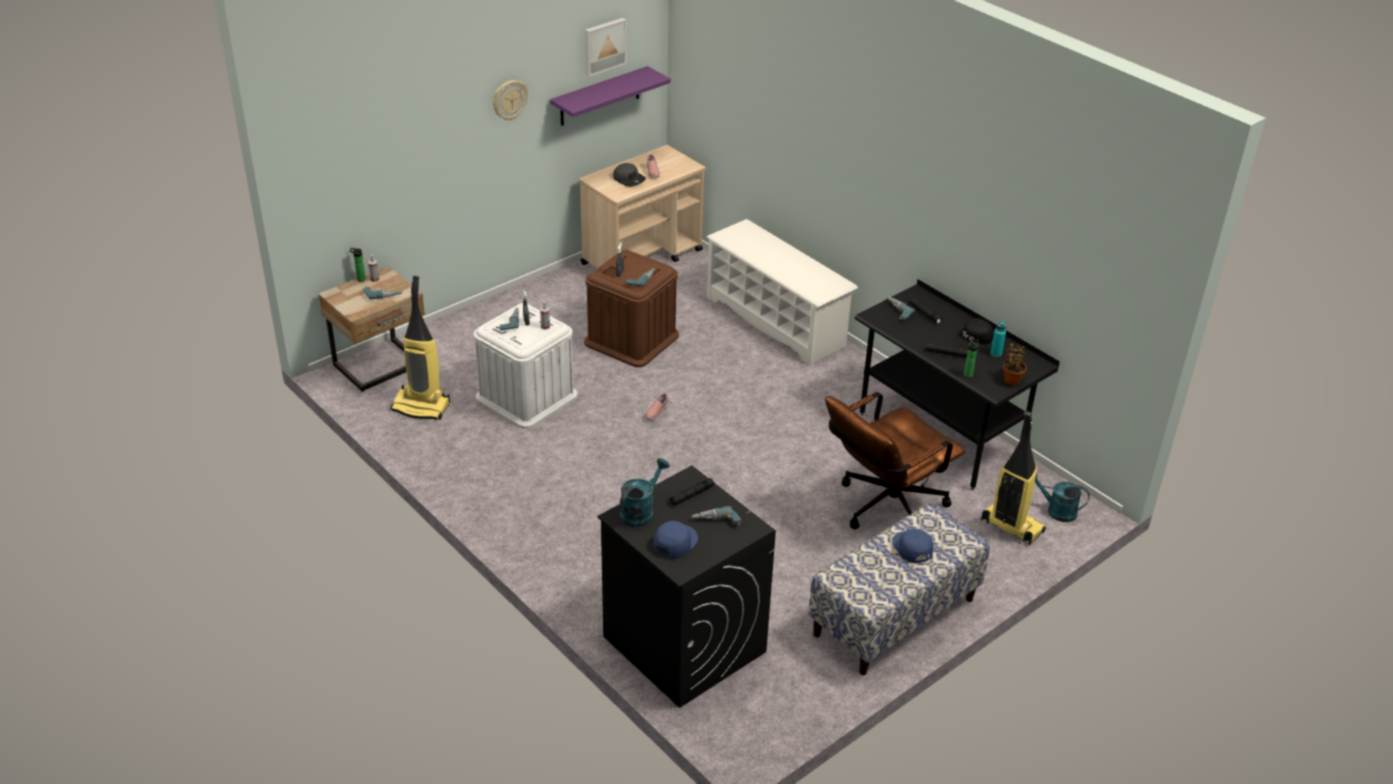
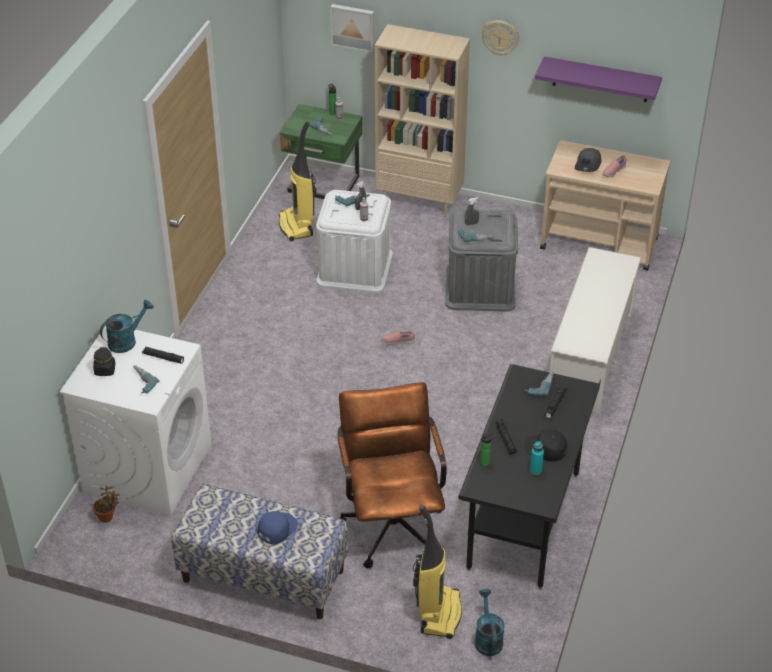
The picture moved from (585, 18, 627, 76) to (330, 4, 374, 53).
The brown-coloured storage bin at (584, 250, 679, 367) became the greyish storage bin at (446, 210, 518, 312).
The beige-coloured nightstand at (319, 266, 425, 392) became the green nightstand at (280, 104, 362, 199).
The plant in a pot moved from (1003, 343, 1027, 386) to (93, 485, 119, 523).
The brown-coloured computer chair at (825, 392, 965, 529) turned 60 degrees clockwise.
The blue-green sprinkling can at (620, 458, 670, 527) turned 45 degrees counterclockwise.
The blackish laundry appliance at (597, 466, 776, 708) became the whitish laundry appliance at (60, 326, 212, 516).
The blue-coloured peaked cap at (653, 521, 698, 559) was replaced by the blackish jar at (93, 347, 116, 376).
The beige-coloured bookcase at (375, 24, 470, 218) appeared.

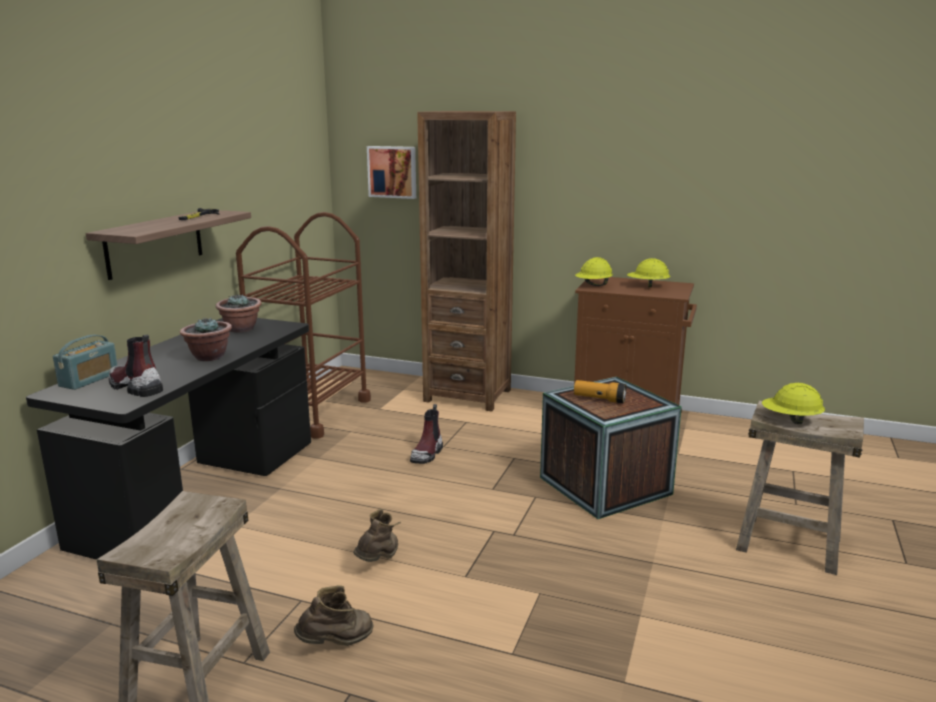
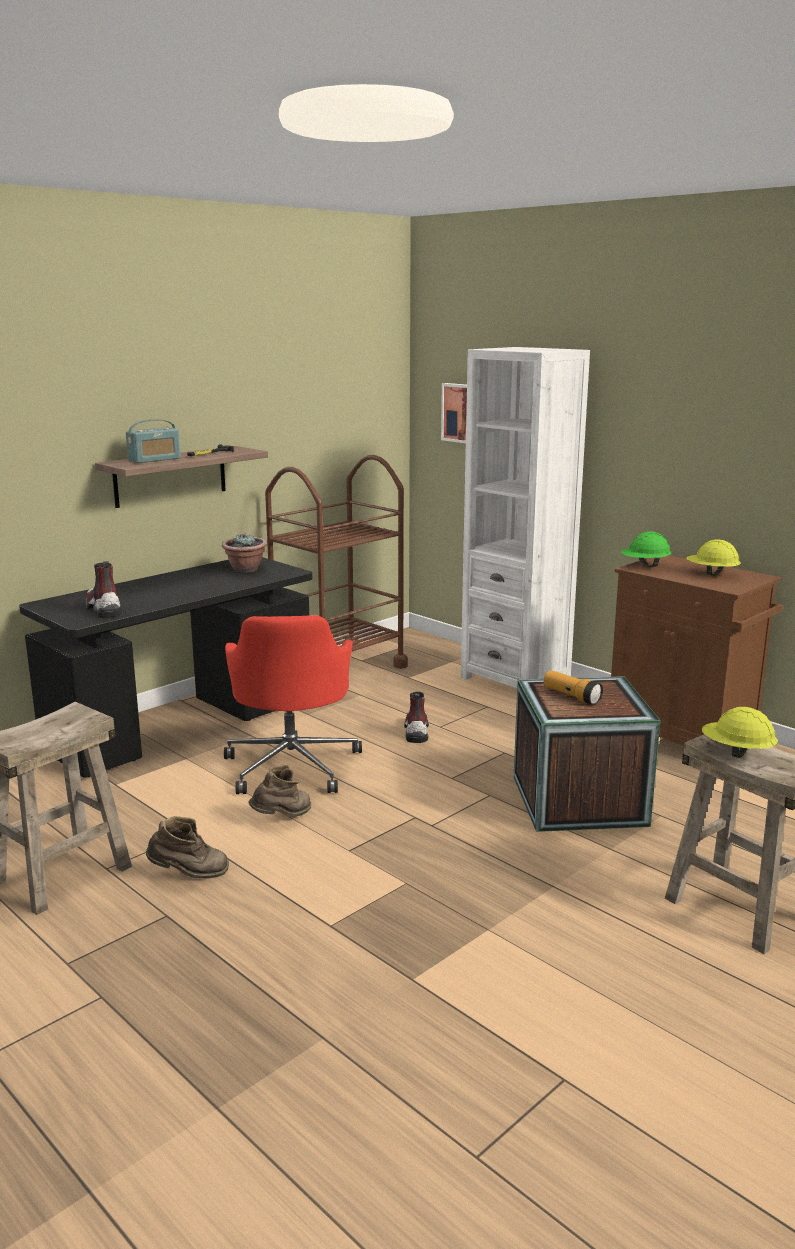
The brown-coloured bookcase at (417, 111, 516, 412) became the whitish bookcase at (461, 347, 590, 688).
The yellowish safety helmet at (575, 257, 613, 286) became the green safety helmet at (621, 531, 671, 567).
The plant in a pot at (180, 318, 232, 361) disappeared.
The radio moved from (53, 335, 118, 390) to (126, 419, 181, 463).
The tall boot at (410, 404, 443, 464) turned 135 degrees clockwise.
The red-coloured computer chair at (224, 615, 362, 794) appeared.

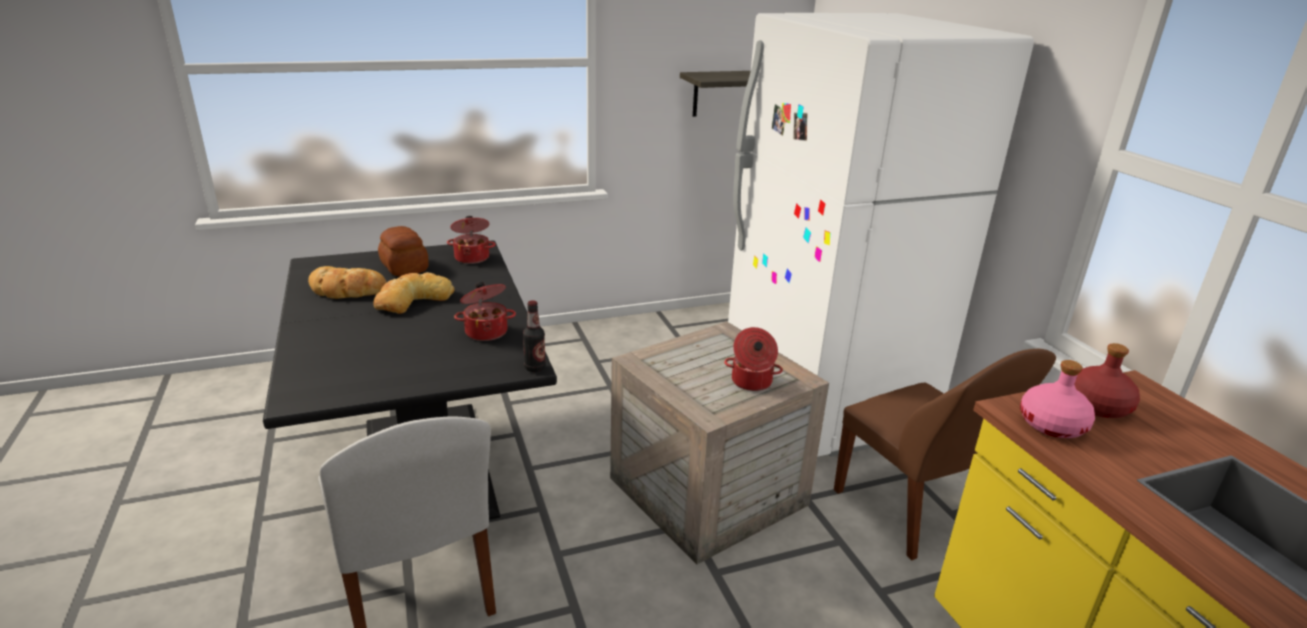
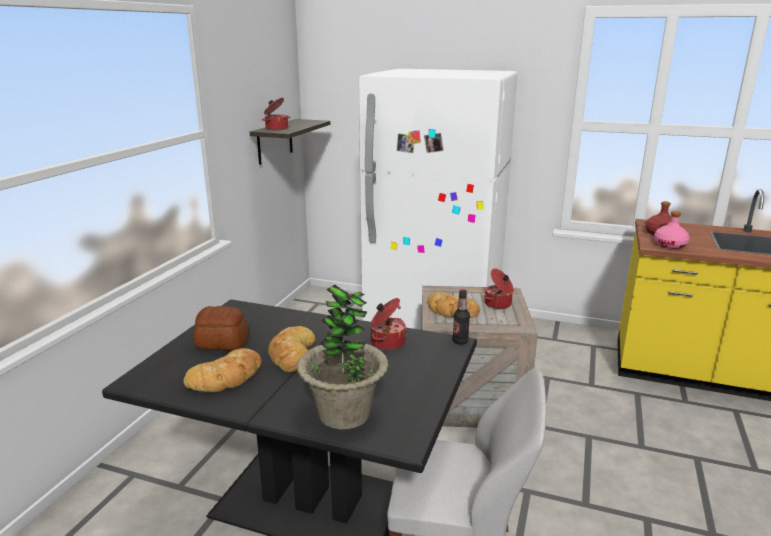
The stockpot moved from (447, 216, 495, 264) to (262, 98, 290, 130).
The brown-coloured chair at (834, 349, 1056, 560) disappeared.
The plant in a pot at (297, 285, 388, 429) appeared.
The baked bread at (427, 292, 480, 318) appeared.

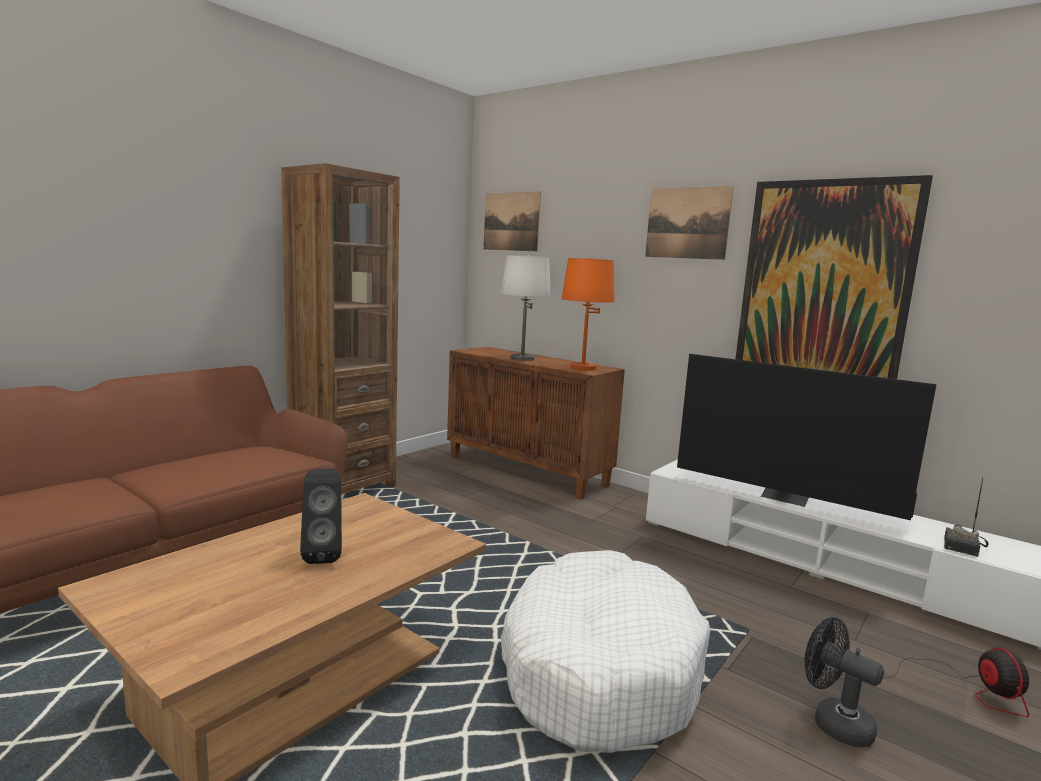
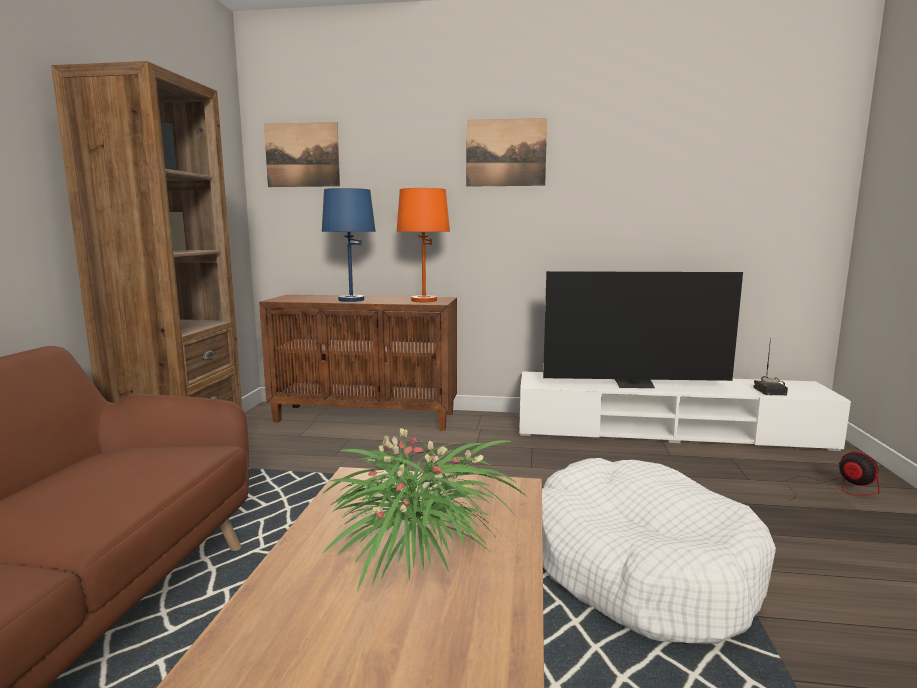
The picture at (736, 175, 933, 379) disappeared.
The whitish lamp for a table at (501, 255, 551, 361) became the blue-coloured lamp for a table at (322, 188, 376, 302).
The blackish audio speaker at (300, 468, 342, 564) was replaced by the plant in a pot at (322, 428, 526, 592).
The blackish electric fan at (804, 617, 884, 748) disappeared.

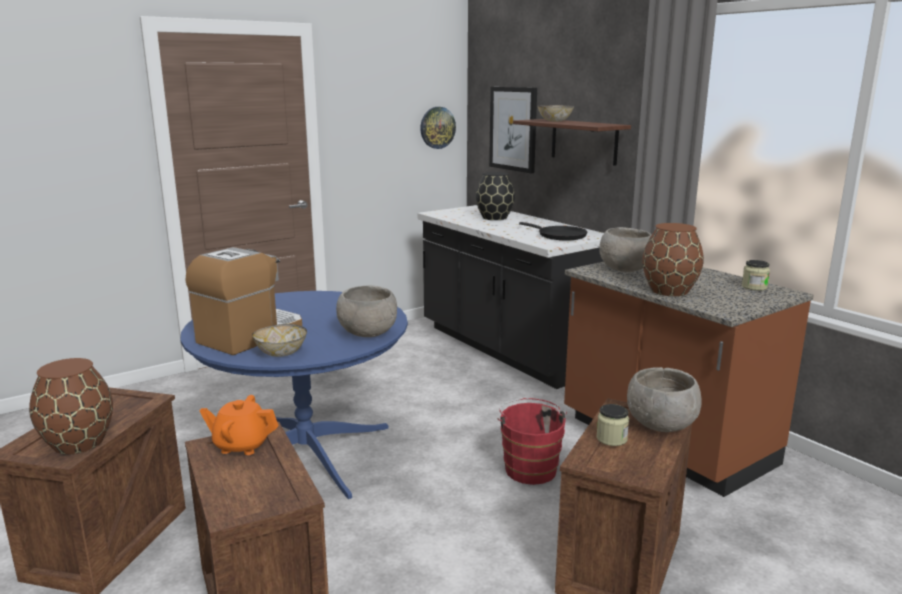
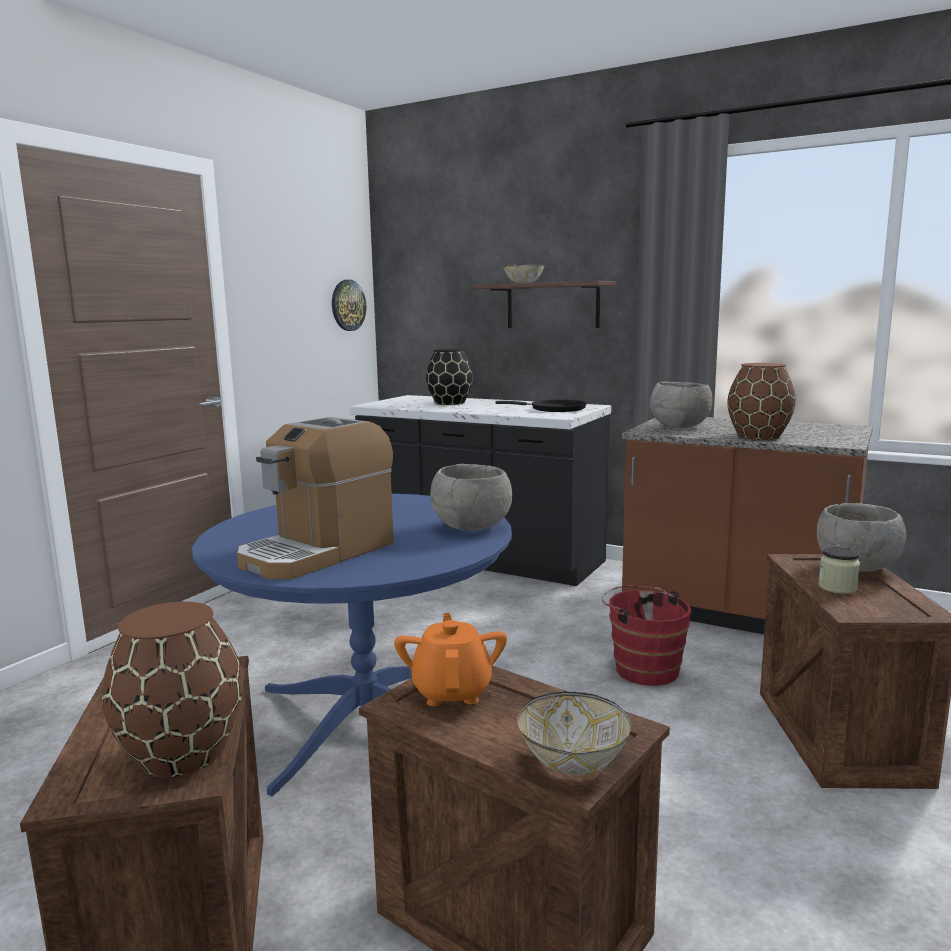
The picture at (489, 87, 537, 173) disappeared.
The coffee maker at (185, 247, 302, 355) turned 150 degrees counterclockwise.
The jar at (742, 260, 770, 291) disappeared.
The deep dish moved from (252, 324, 307, 357) to (517, 691, 632, 775).
The orangey pot for tea at (199, 395, 279, 455) turned 105 degrees clockwise.

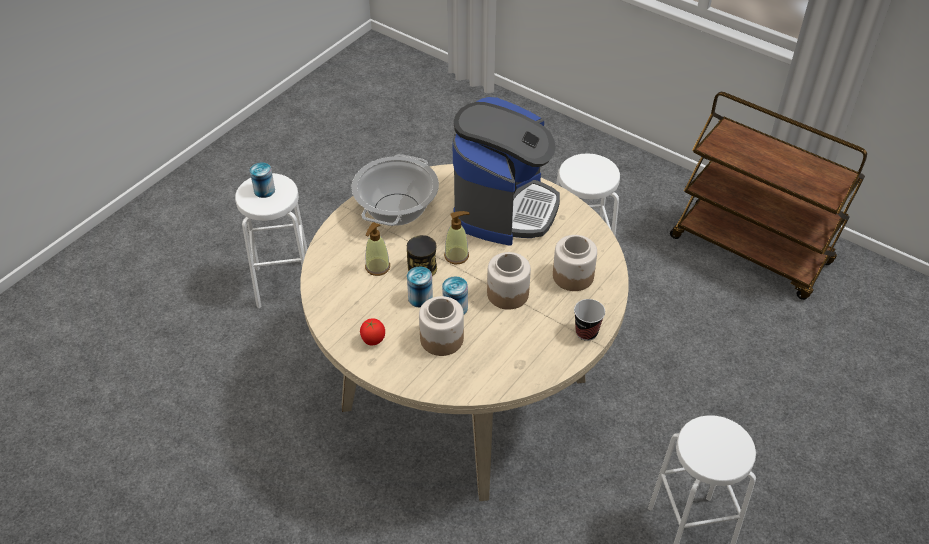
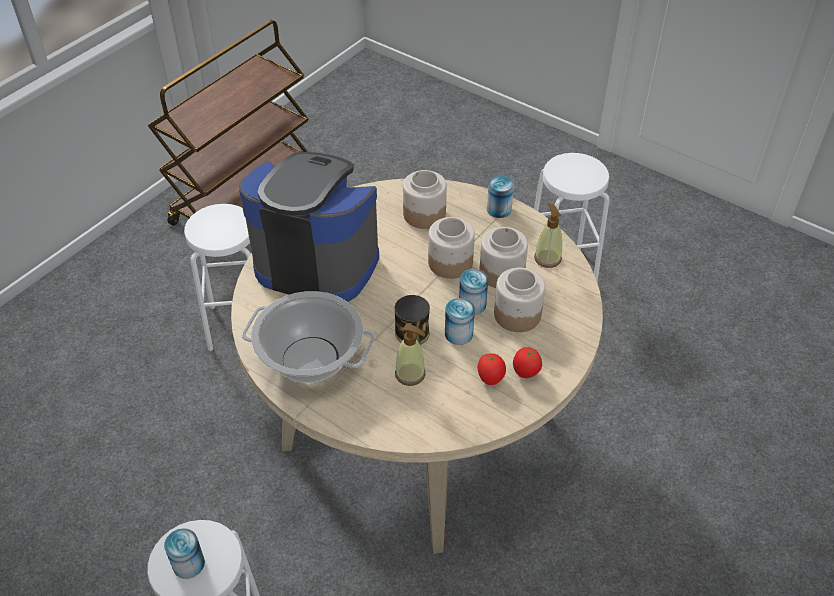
The soap dispenser moved from (444, 211, 470, 264) to (534, 203, 562, 268).
The drinking cup at (574, 299, 605, 341) was replaced by the sealed can at (487, 176, 514, 218).
The jar at (479, 227, 528, 288) appeared.
The tomato at (478, 353, 506, 385) appeared.

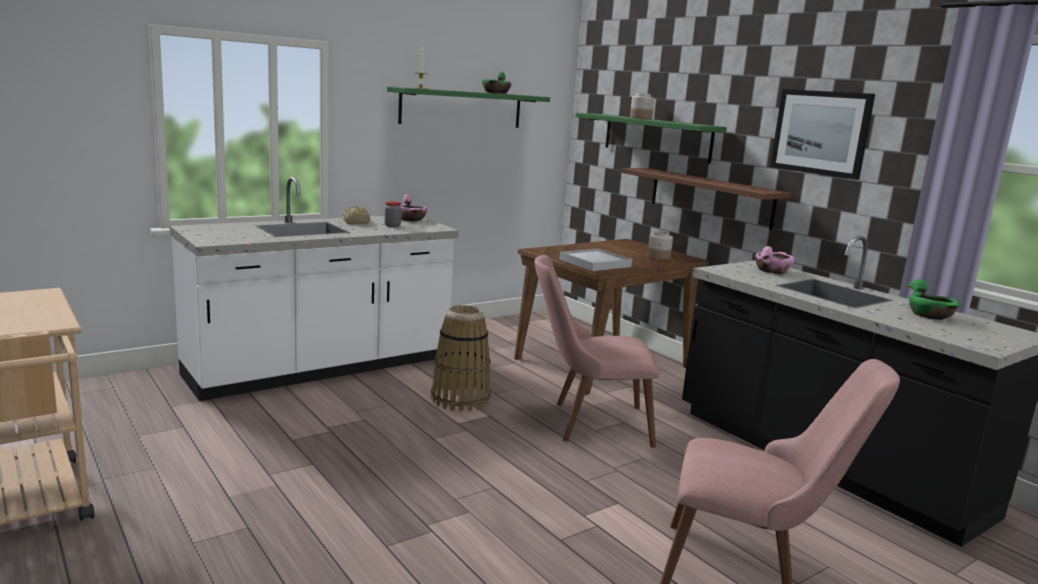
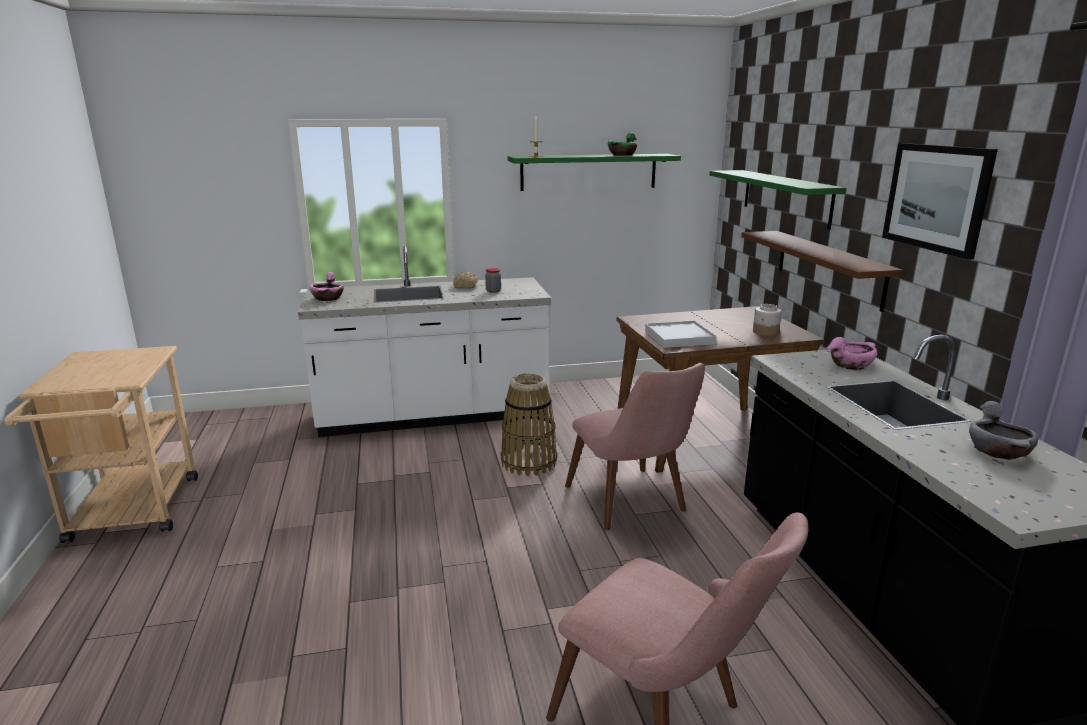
The jar at (630, 93, 654, 119) disappeared.
The pink deep dish moved from (400, 195, 427, 221) to (309, 272, 344, 301).
The pink chair at (535, 255, 659, 448) turned 135 degrees counterclockwise.
The green deep dish at (907, 279, 961, 320) became the greyish deep dish at (969, 401, 1038, 460).

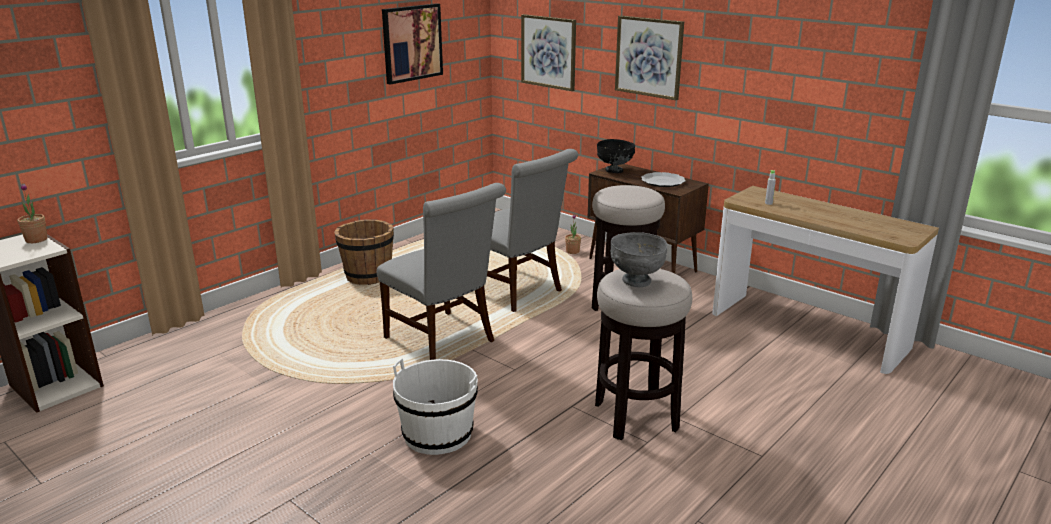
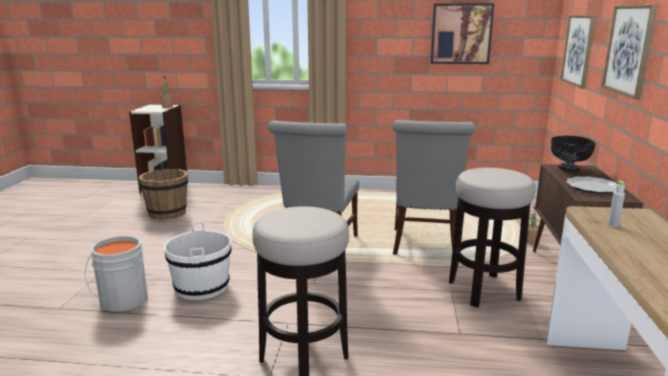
The brown-coloured water bucket moved from (334, 219, 394, 285) to (138, 169, 188, 219).
The greyish deep dish at (610, 232, 667, 287) disappeared.
The greyish water bucket at (85, 236, 148, 312) appeared.

